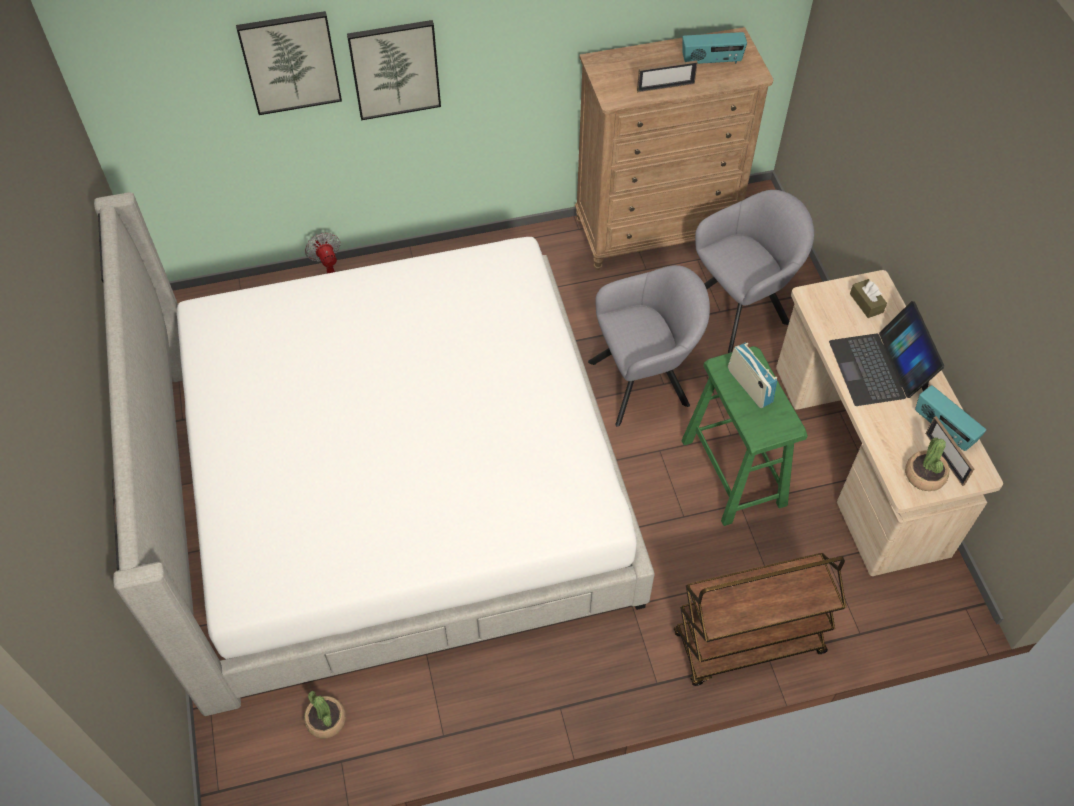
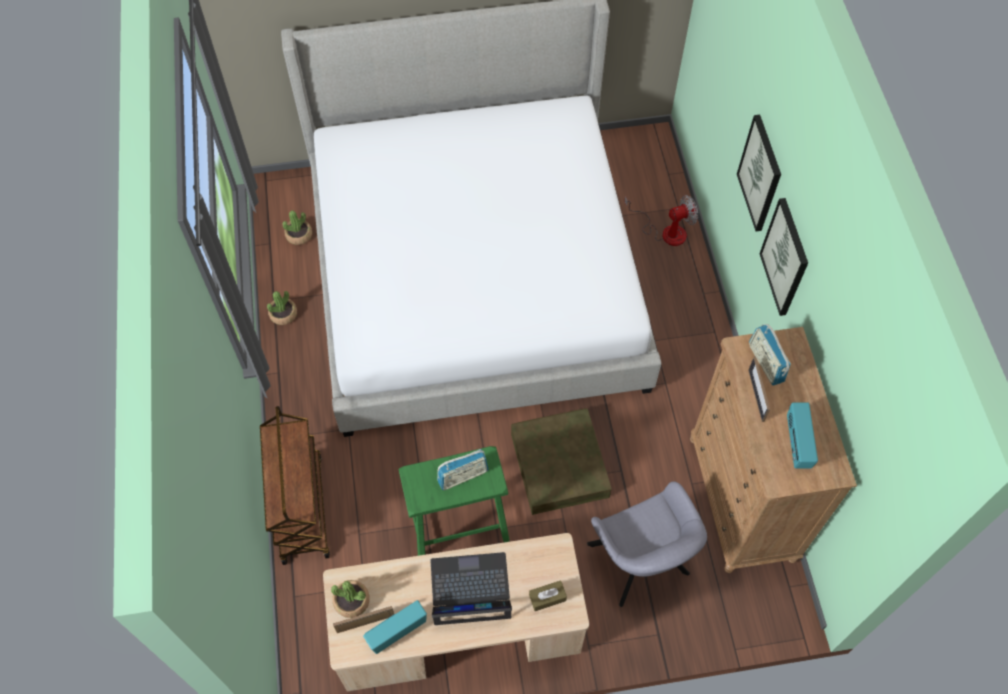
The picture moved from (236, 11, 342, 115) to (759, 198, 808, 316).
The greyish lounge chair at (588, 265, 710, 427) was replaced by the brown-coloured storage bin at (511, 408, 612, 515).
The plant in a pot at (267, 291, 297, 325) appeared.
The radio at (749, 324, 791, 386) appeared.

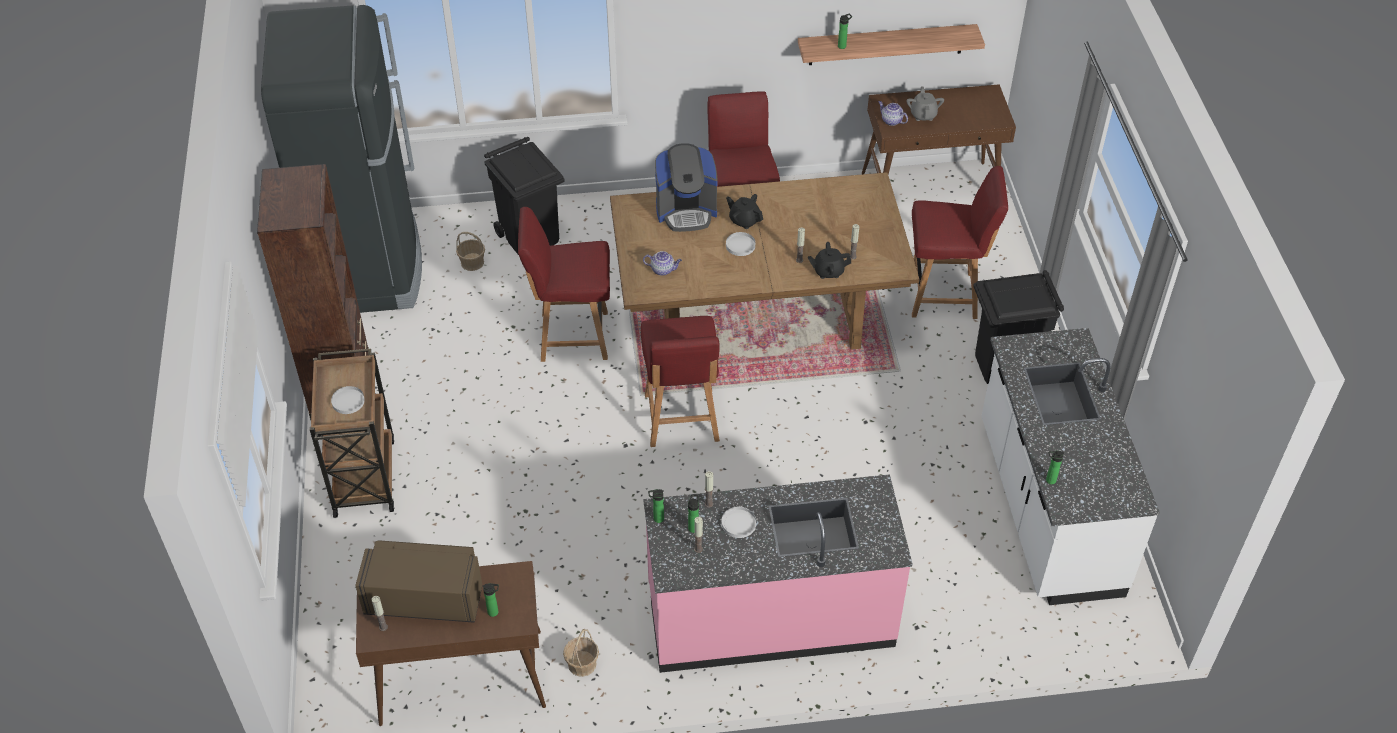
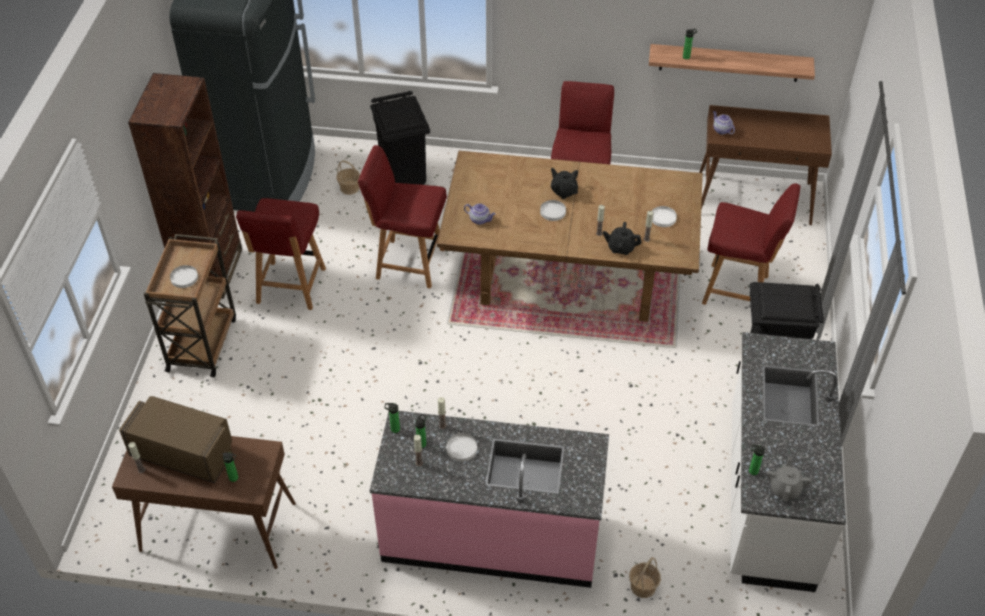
The greyish pot for tea moved from (906, 86, 944, 121) to (767, 457, 812, 501).
The coffee maker at (655, 143, 718, 232) disappeared.
The red-coloured chair moved from (641, 316, 720, 447) to (236, 198, 326, 310).
The household basket moved from (563, 629, 599, 677) to (629, 557, 661, 598).
The whitish dinner plate at (652, 206, 677, 227) appeared.

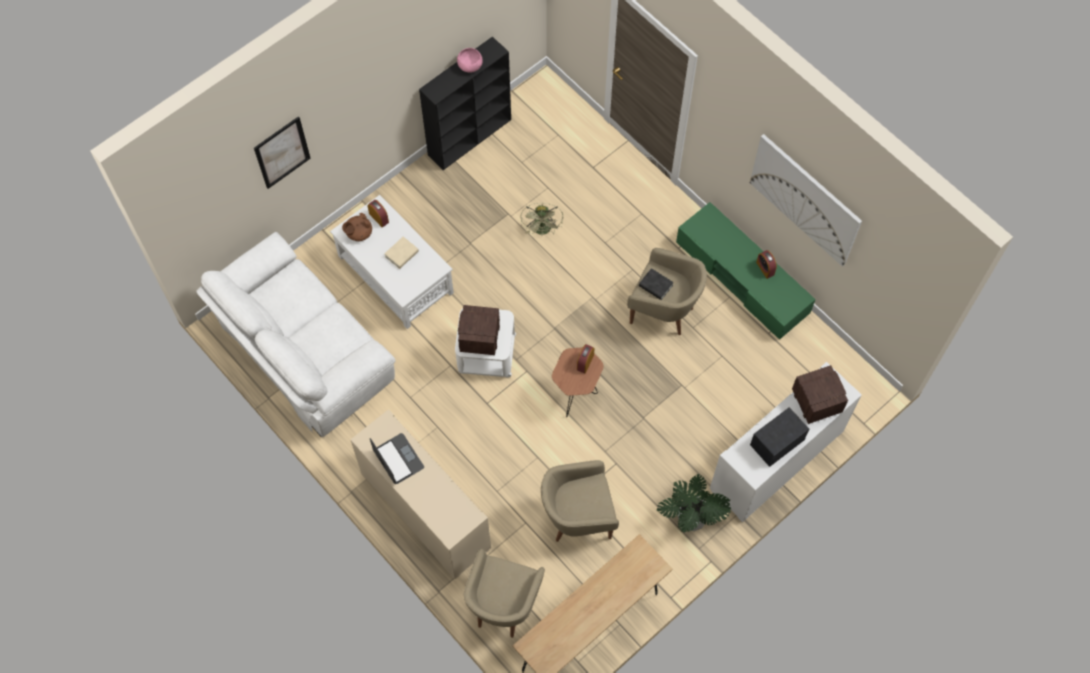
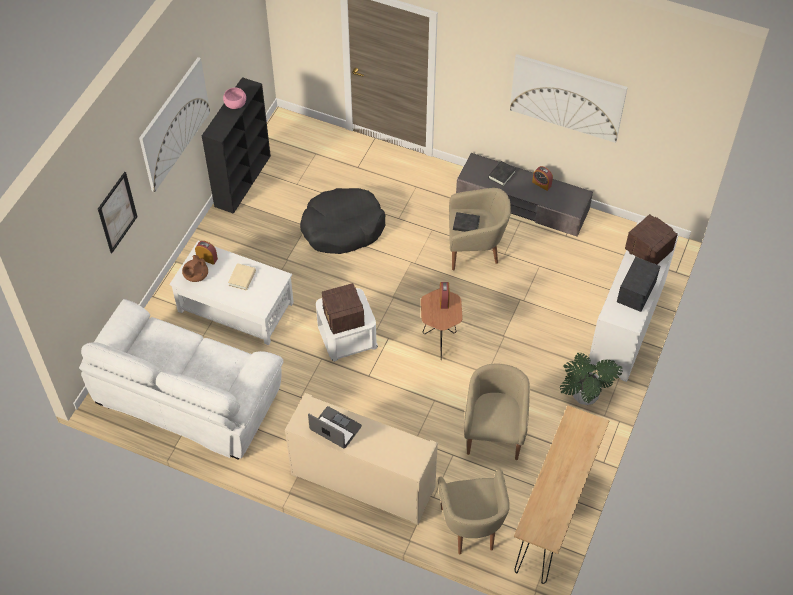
The green media console at (676, 202, 816, 340) became the greyish media console at (456, 153, 593, 236).
The green electric fan at (520, 203, 563, 236) was replaced by the blackish dog cushion at (300, 188, 386, 254).
The beige-coloured lounge chair at (541, 460, 619, 542) turned 135 degrees clockwise.
The picture at (139, 57, 210, 192) appeared.
The blackish book at (488, 161, 516, 187) appeared.

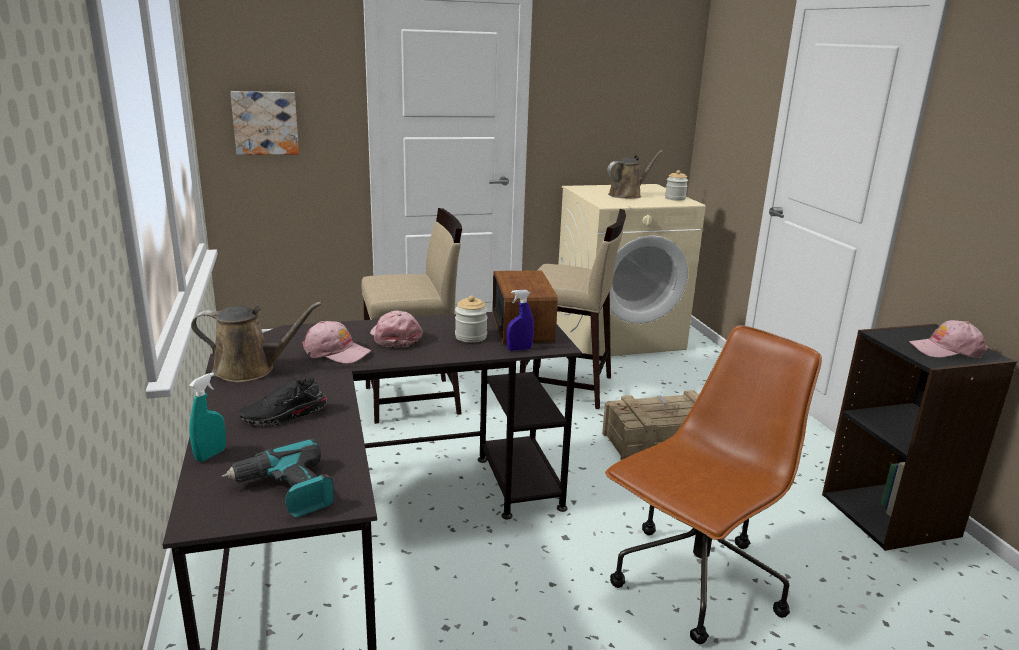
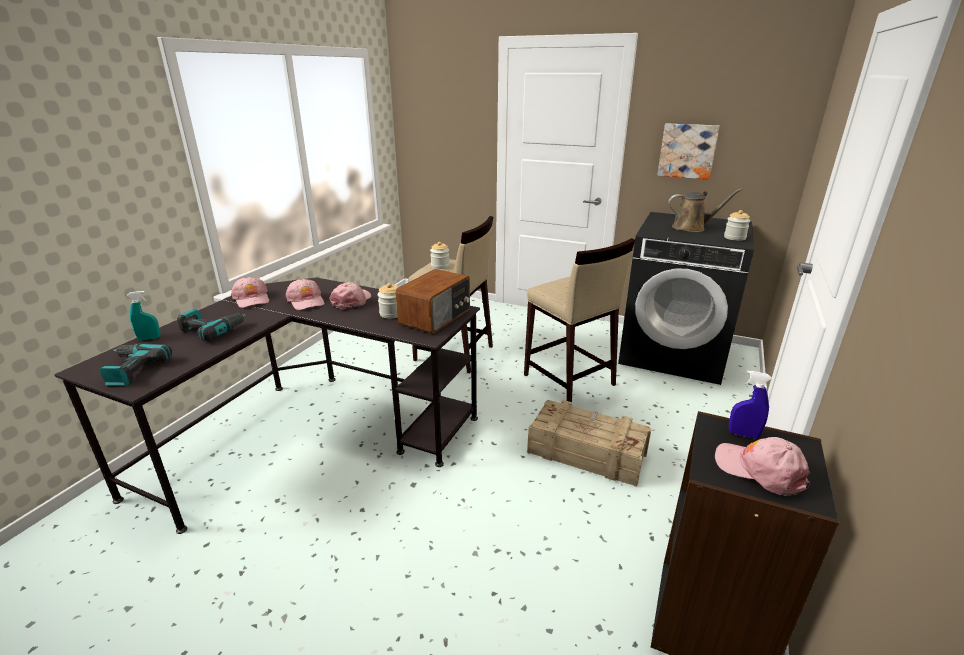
The picture moved from (230, 91, 299, 155) to (657, 123, 720, 180).
The beige-coloured laundry appliance at (557, 184, 706, 356) became the blackish laundry appliance at (618, 212, 754, 385).
The blue-coloured sprayer moved from (507, 290, 534, 351) to (729, 370, 772, 439).
The brown-coloured sprinkling can at (191, 302, 322, 382) was replaced by the pink peaked cap at (231, 276, 269, 308).
The brown-coloured computer chair at (605, 325, 822, 644) disappeared.
The blackish low shoe at (238, 376, 329, 426) was replaced by the electric drill at (177, 309, 246, 341).
The jar at (430, 242, 450, 269) appeared.

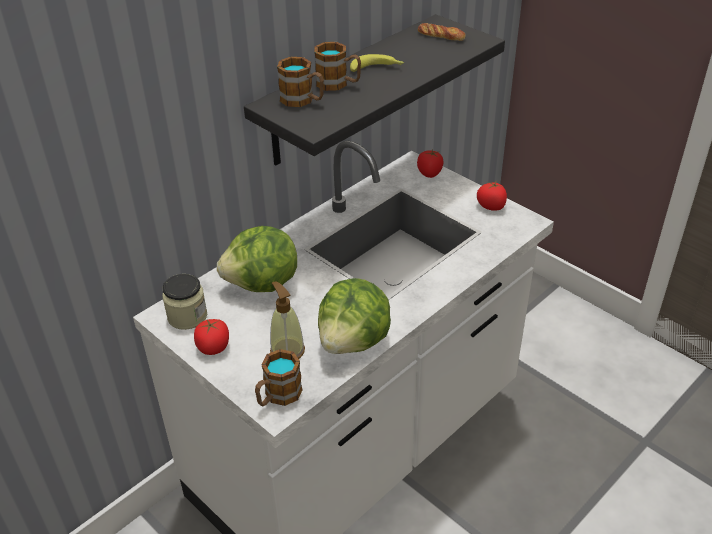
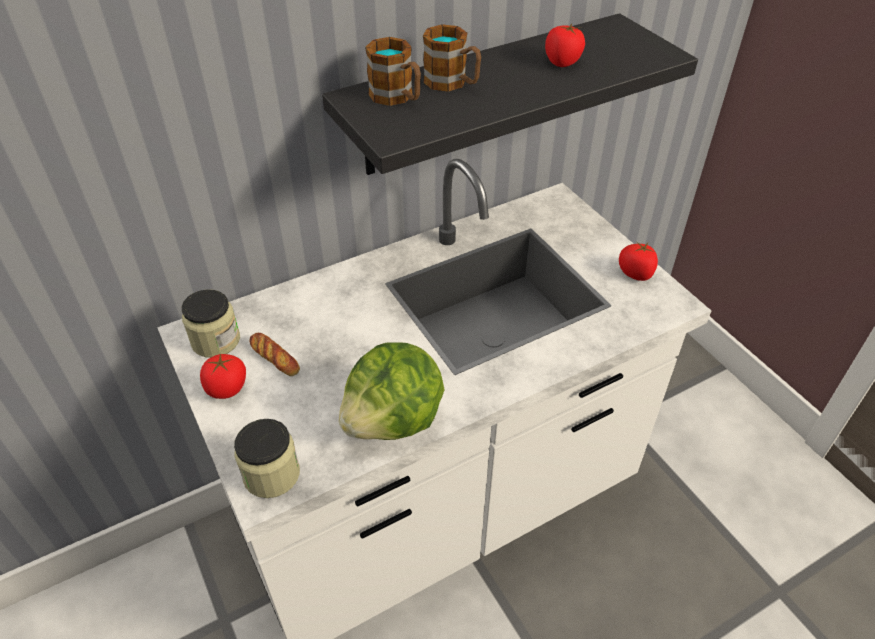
The baked bread moved from (418, 23, 466, 41) to (249, 333, 300, 376).
The whole banana at (350, 54, 404, 72) disappeared.
The tomato moved from (417, 150, 444, 178) to (545, 24, 585, 67).
The head of lettuce at (217, 226, 297, 292) disappeared.
The soap dispenser at (270, 281, 305, 359) disappeared.
The tea mug at (255, 349, 303, 407) was replaced by the jar at (234, 419, 300, 498).

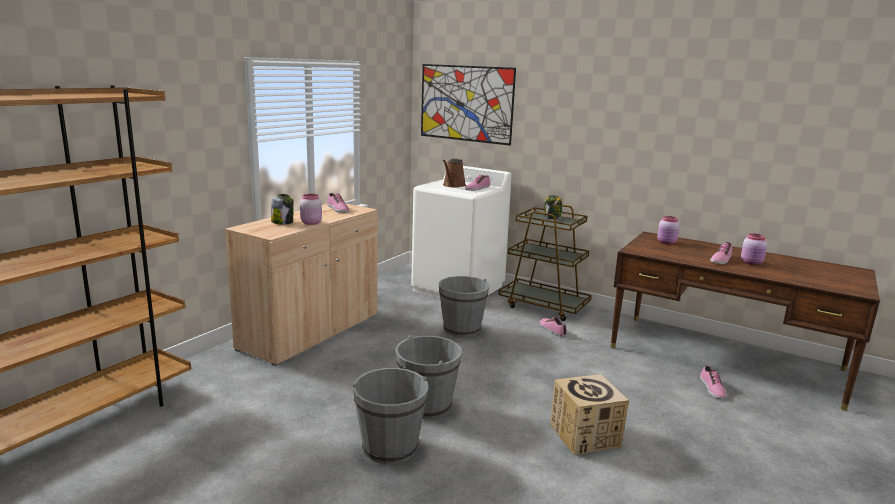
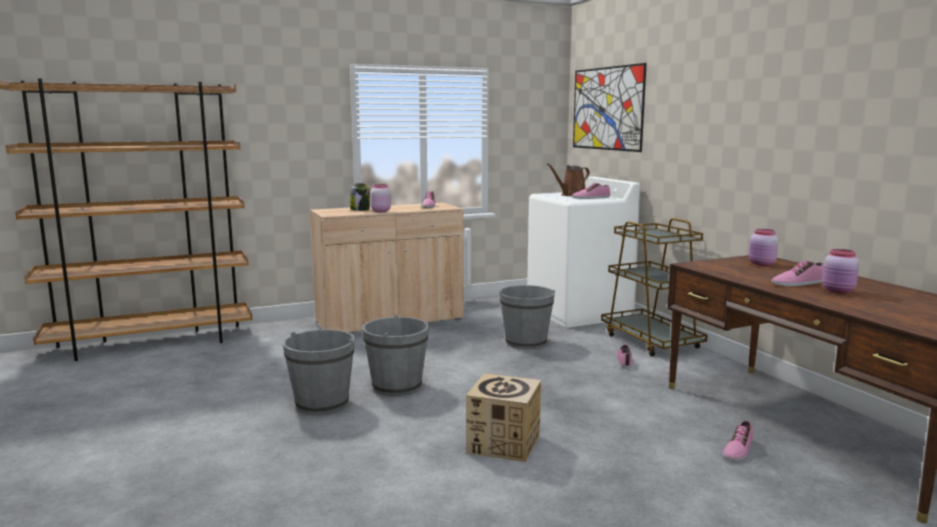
The jar at (545, 195, 562, 220) disappeared.

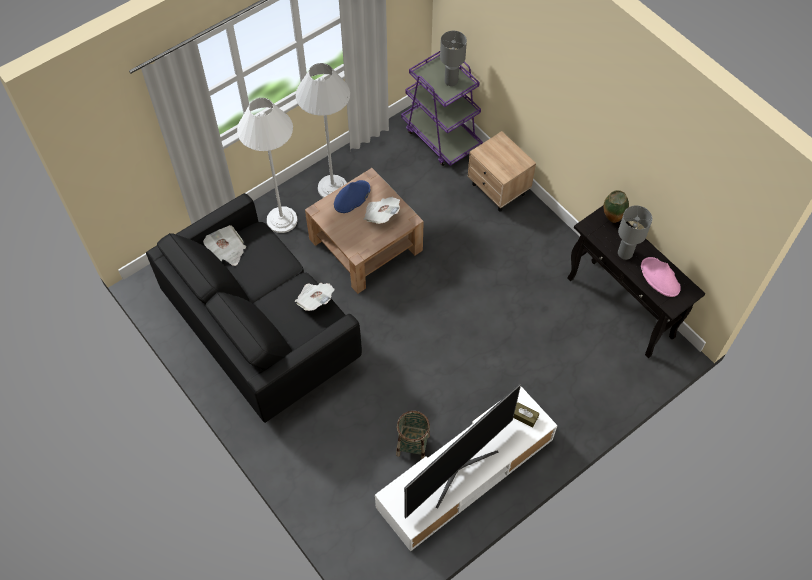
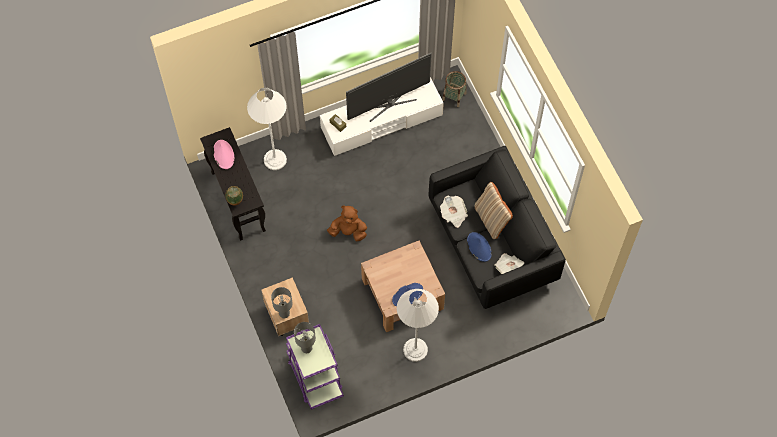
The whitish standing lamp moved from (237, 98, 298, 233) to (247, 88, 287, 170).
The daily paper at (363, 197, 400, 224) disappeared.
The greyish lamp for a table moved from (618, 205, 652, 260) to (271, 287, 293, 318).
The household basket moved from (396, 411, 430, 460) to (442, 71, 467, 107).
The beige-coloured cushion at (475, 182, 513, 239) appeared.
The brown-coloured cuddly toy at (327, 206, 367, 241) appeared.
The blue-coloured wearable hat at (467, 232, 492, 262) appeared.

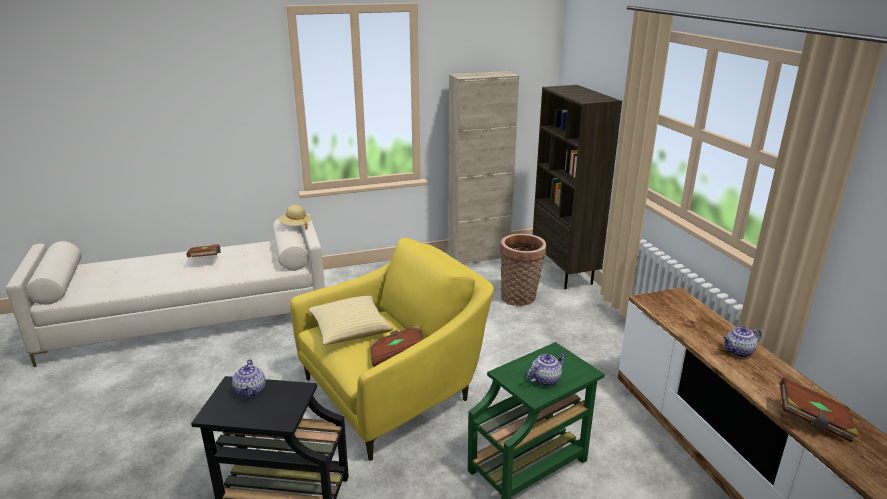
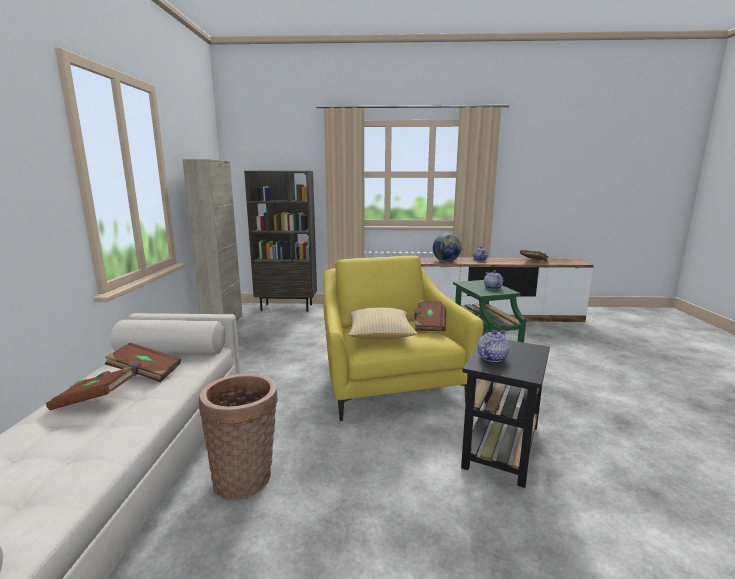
The beige-coloured wearable hat at (278, 205, 311, 230) disappeared.
The household basket moved from (500, 234, 546, 306) to (199, 374, 278, 500).
The pot for tea at (232, 359, 265, 398) turned 60 degrees counterclockwise.
The world globe at (433, 233, 462, 262) appeared.
The brown-coloured book at (105, 342, 181, 382) appeared.

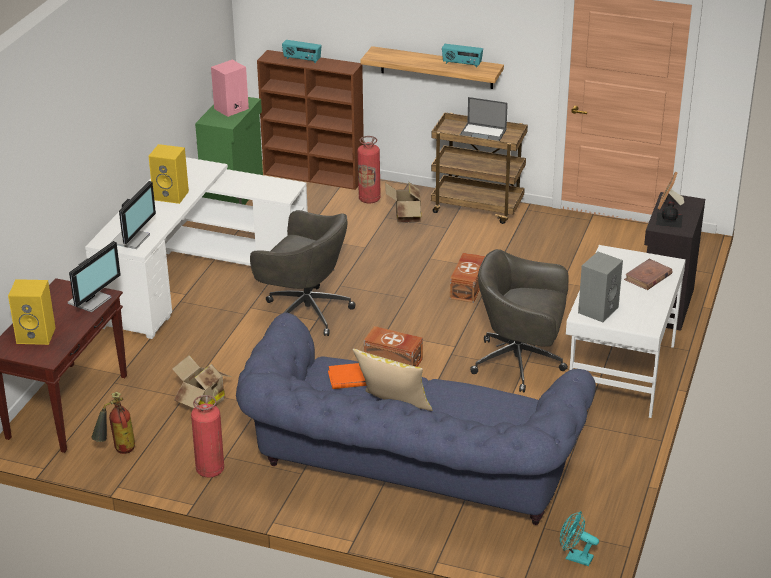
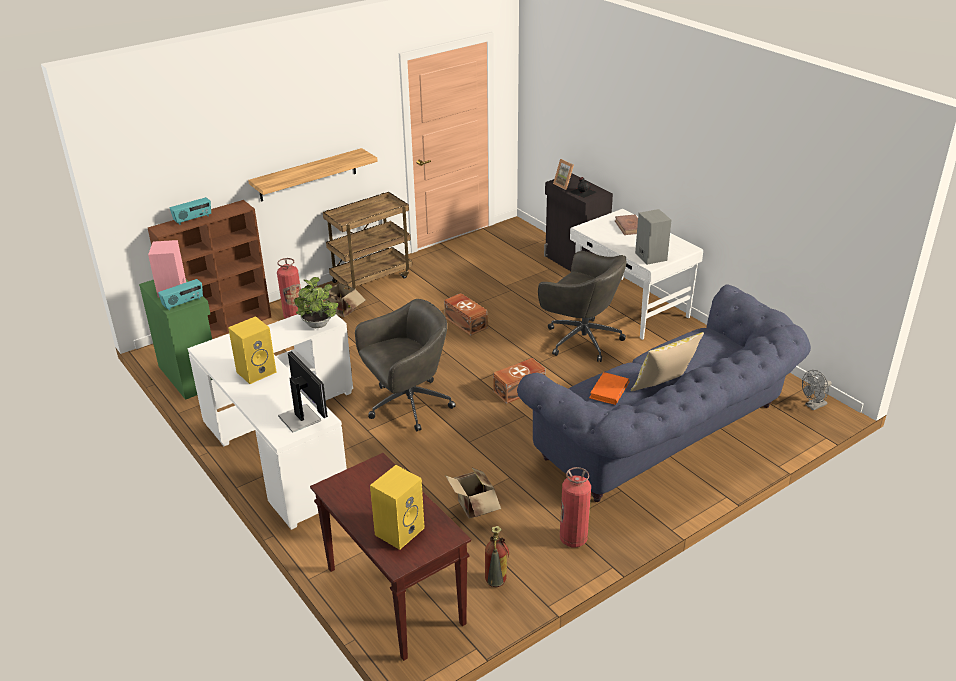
The radio moved from (442, 44, 483, 67) to (158, 279, 203, 310).
The laptop at (460, 97, 508, 141) disappeared.
The monitor at (68, 241, 121, 312) disappeared.
The greyish computer chair at (470, 249, 569, 392) turned 105 degrees counterclockwise.
The blue-green electric fan at (560, 511, 599, 566) became the greyish electric fan at (802, 370, 832, 410).
The plant in a pot at (294, 277, 339, 328) appeared.

